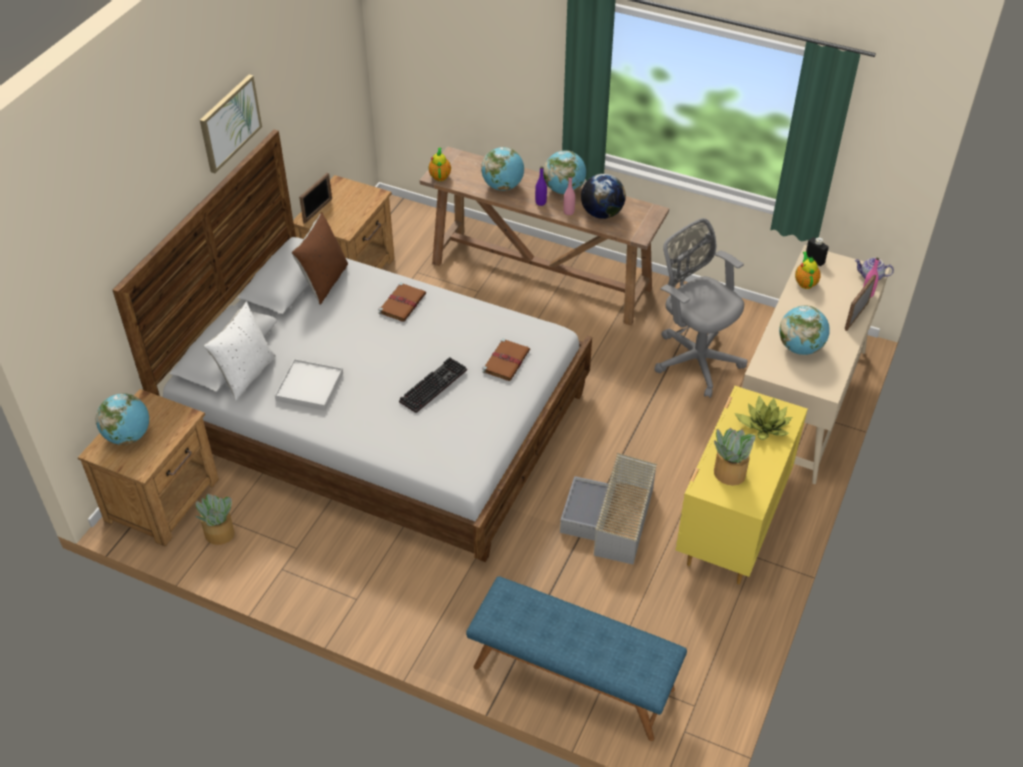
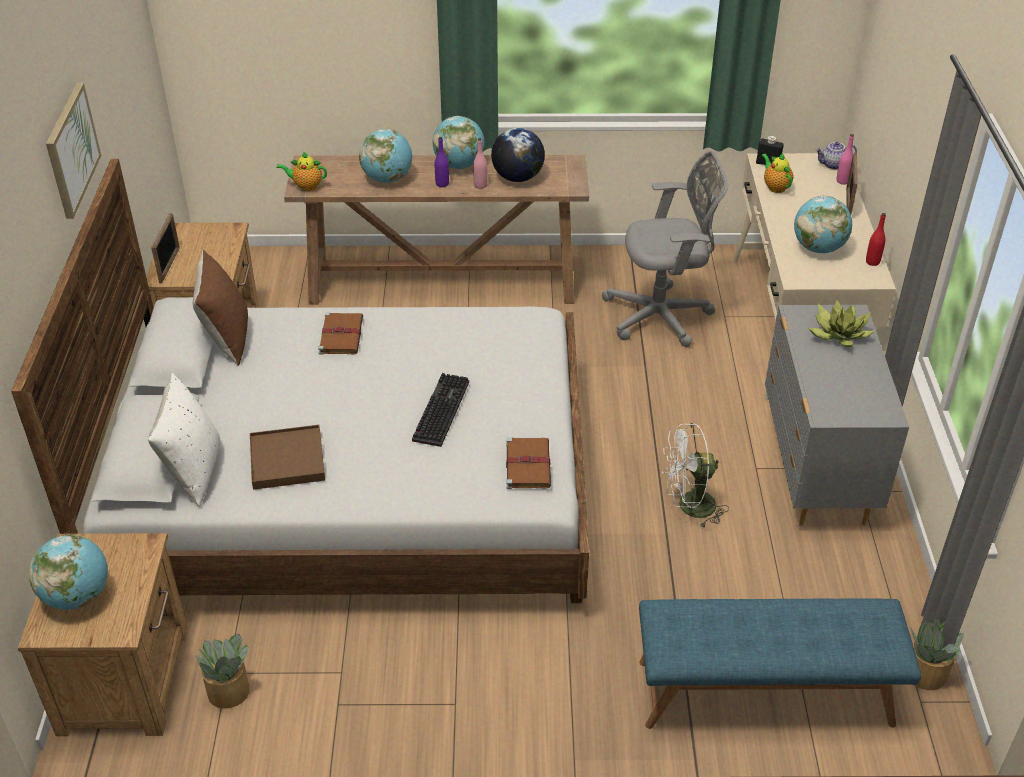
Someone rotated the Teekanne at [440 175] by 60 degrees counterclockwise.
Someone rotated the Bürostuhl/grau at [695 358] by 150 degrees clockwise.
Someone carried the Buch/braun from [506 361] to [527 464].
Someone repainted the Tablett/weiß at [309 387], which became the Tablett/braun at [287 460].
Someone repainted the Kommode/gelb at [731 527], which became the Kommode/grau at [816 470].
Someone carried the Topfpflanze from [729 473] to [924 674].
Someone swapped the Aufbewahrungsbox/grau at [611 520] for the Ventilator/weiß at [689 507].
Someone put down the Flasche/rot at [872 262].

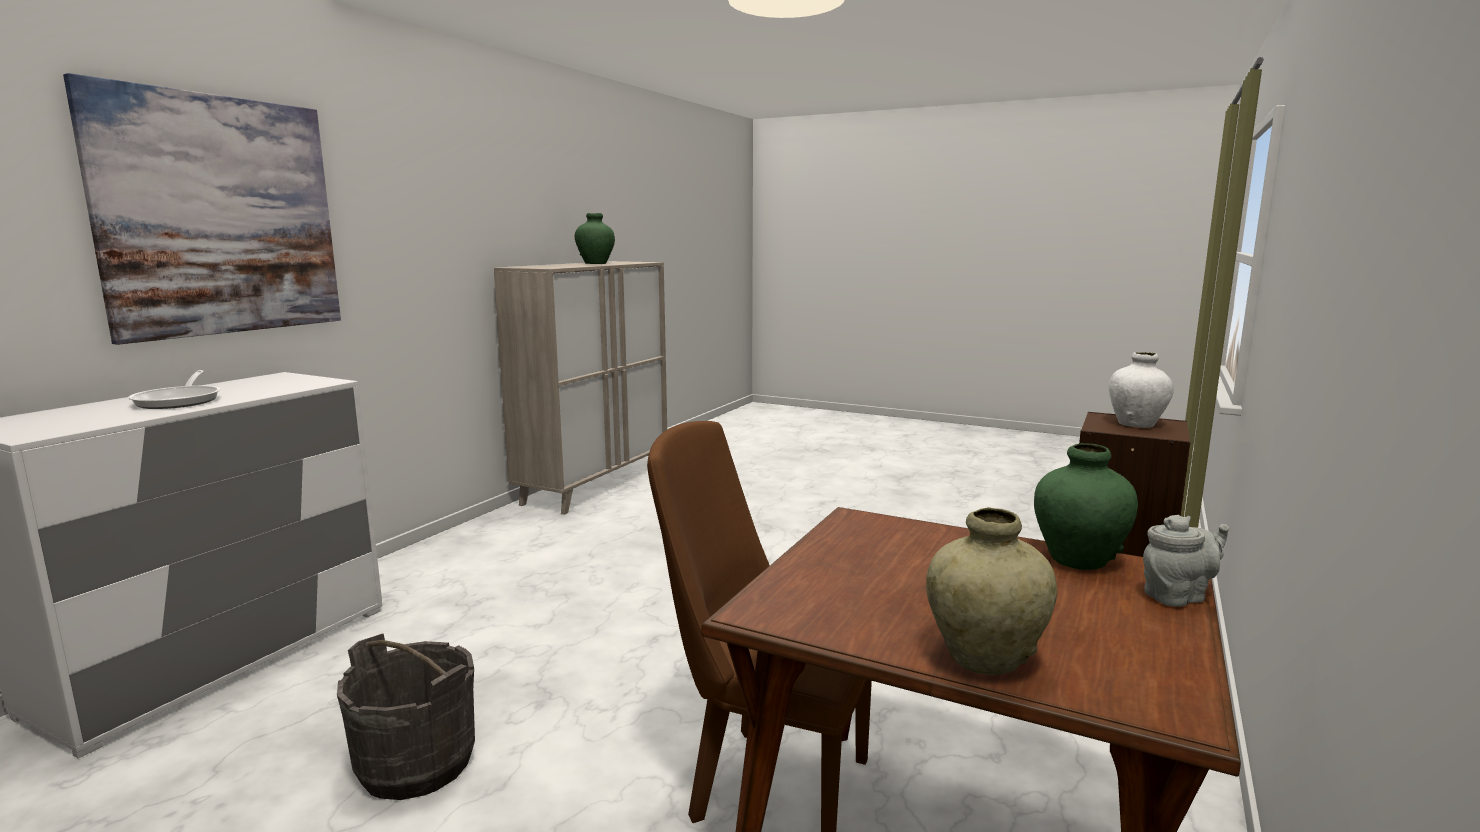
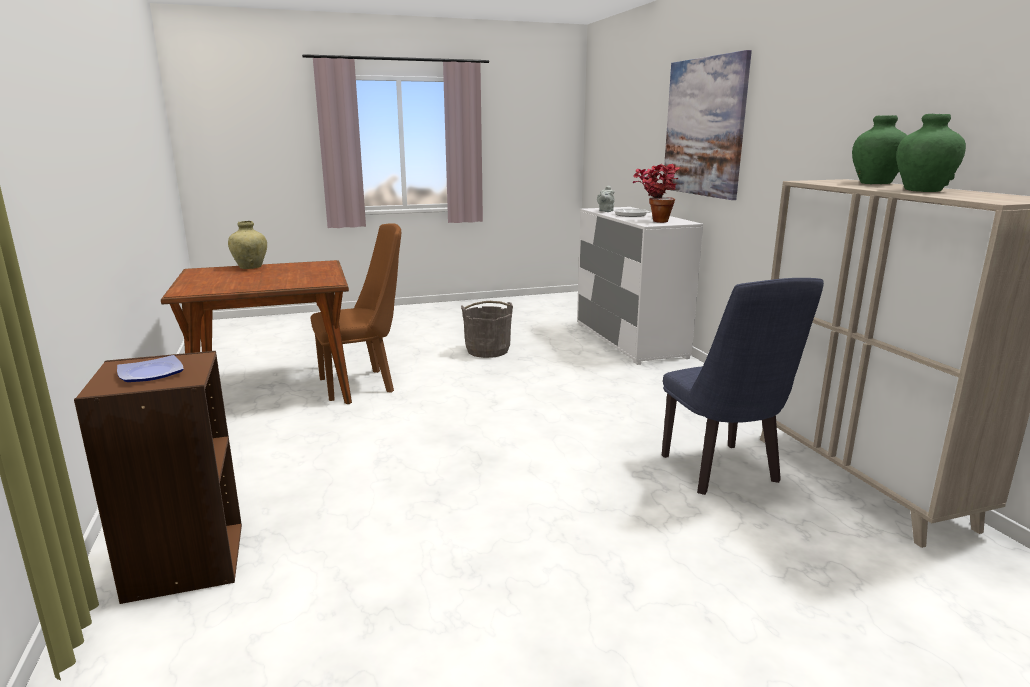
Someone swapped the Vase/weiß at [1136 425] for the Teller at [150 373].
Someone carried the Vase/grün from [1078 560] to [875 183].
Someone carried the Teekanne/grau from [1178 596] to [605 211].
Someone put down the Topfpflanze at [654 221].
Someone put down the Stuhl/blau at [724 473].

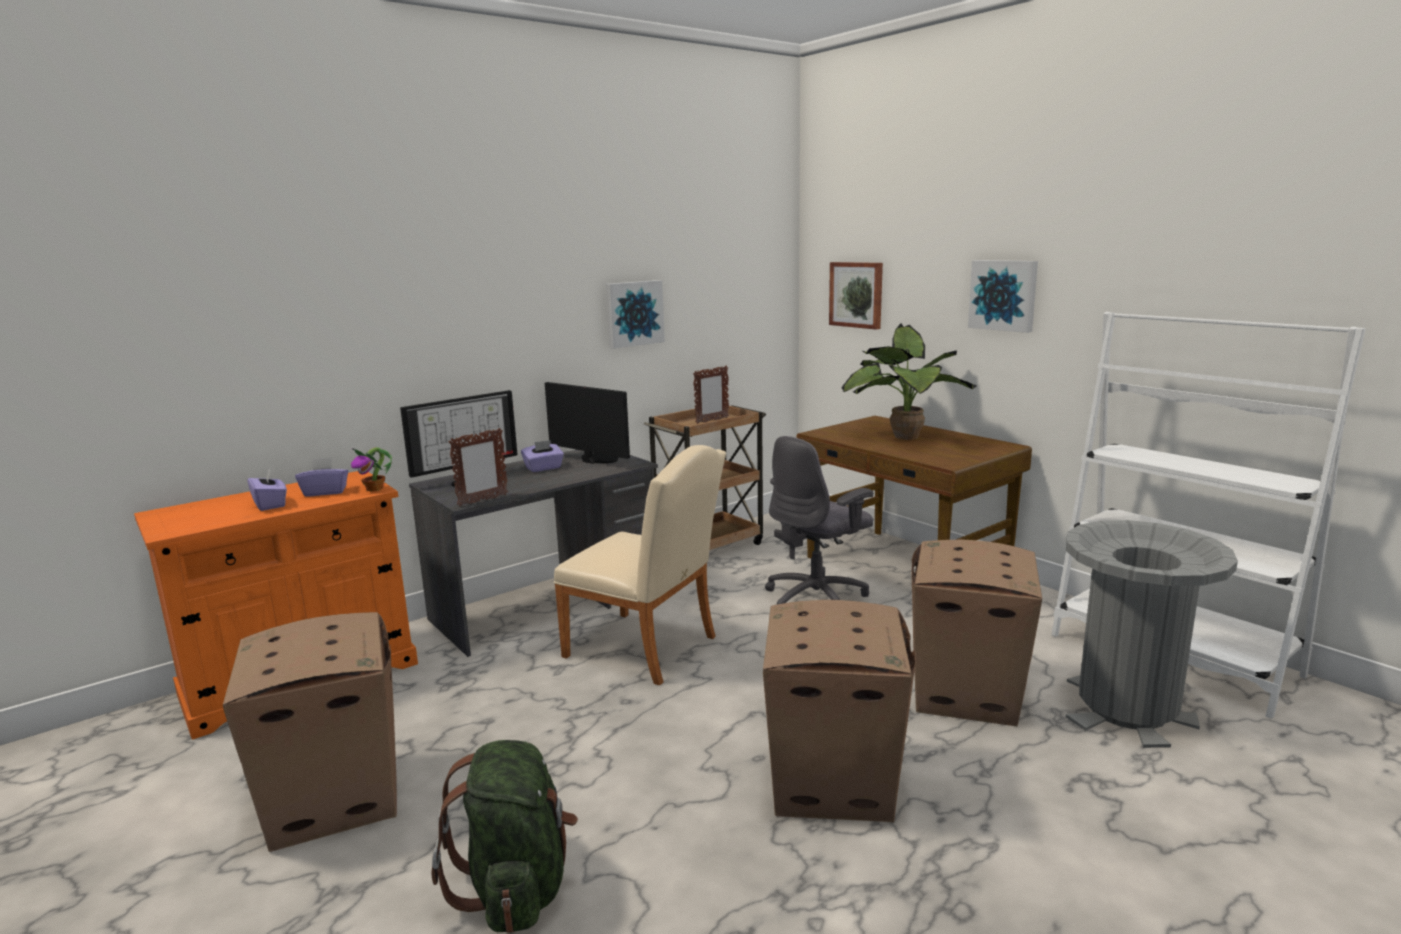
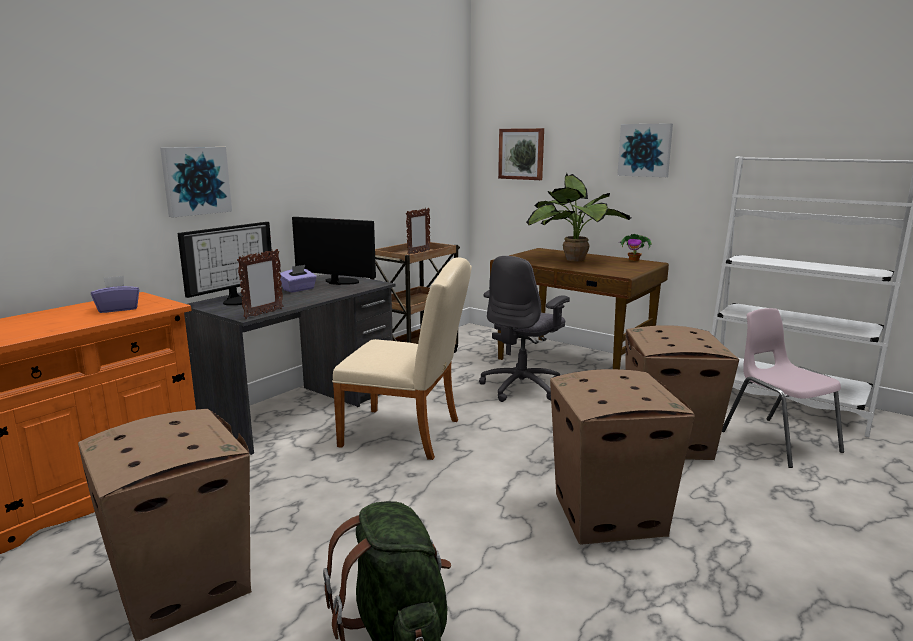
Someone carried the Bild from [633 313] to [195 180].
Someone carried the Topfpflanze from [375 489] to [634 260].
Someone took away the Taschentuchbox/lila at [270 504].
Someone swapped the Mülleimer/grau at [1126 709] for the Stuhl/rosa at [778 441].

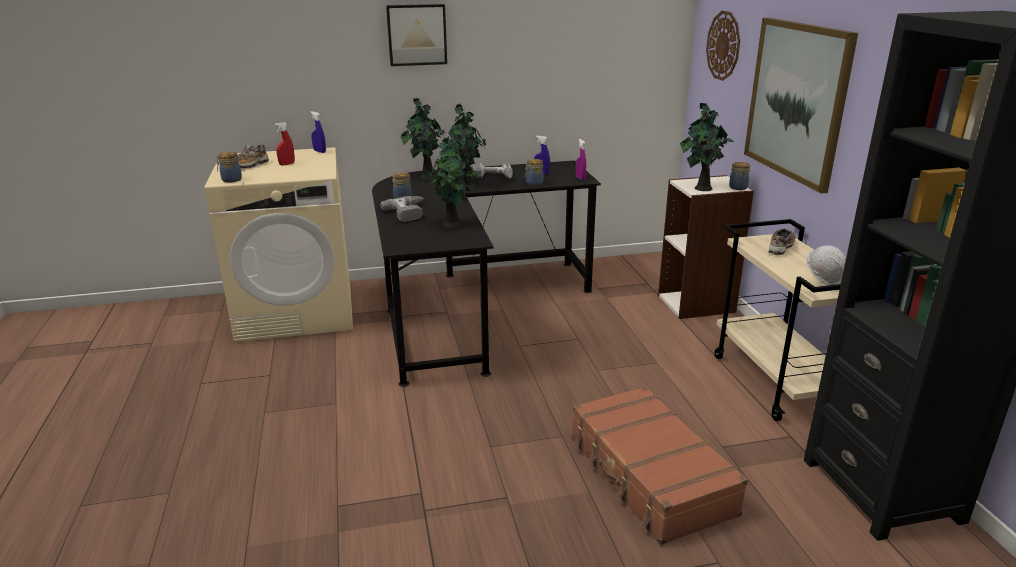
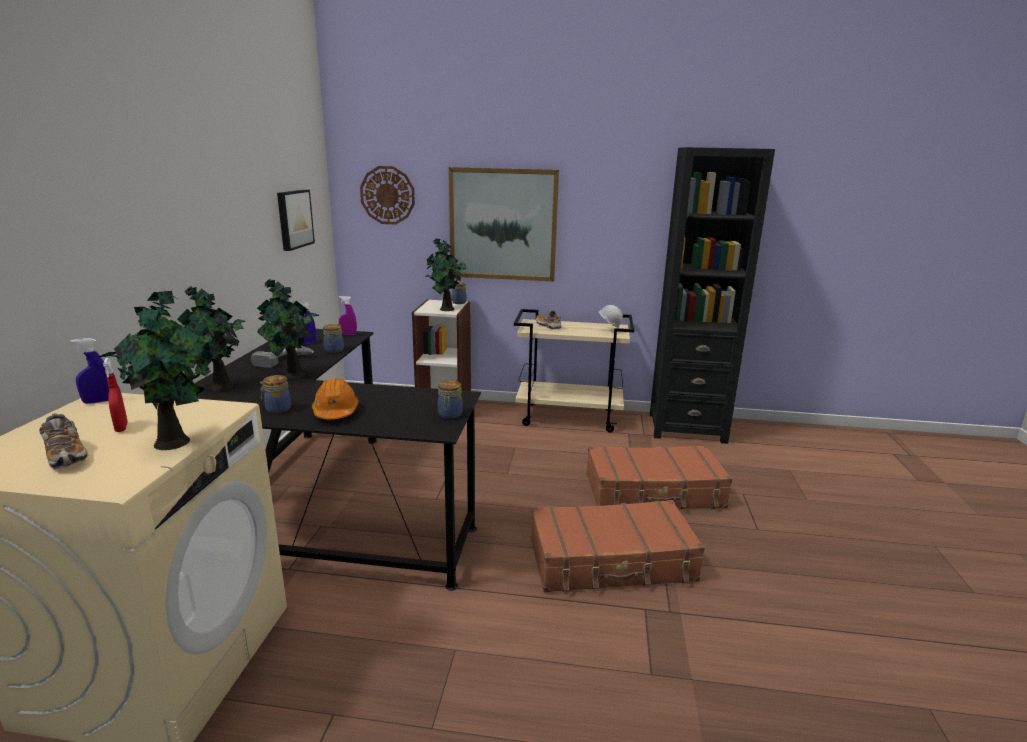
Someone carried the Bild from [416 34] to [293 219].
Someone carried the Topfpflanze from [453 224] to [175 441].
Someone carried the Vorratsglas from [230 180] to [449 415].
Someone swapped the Bohrmaschine at [409 212] for the Schutzhelm/orange at [336 412].
Someone put down the Koffer/braun at [611 561].

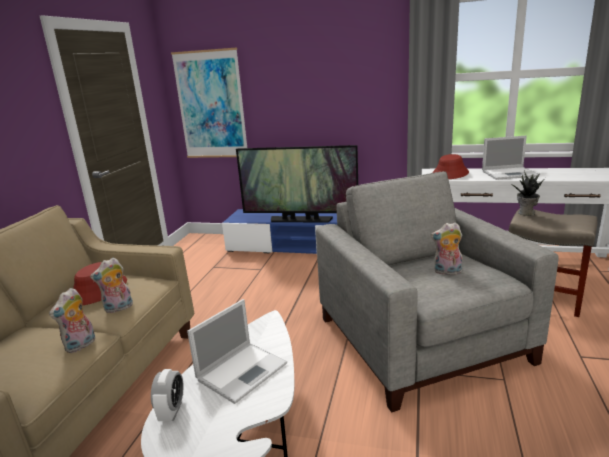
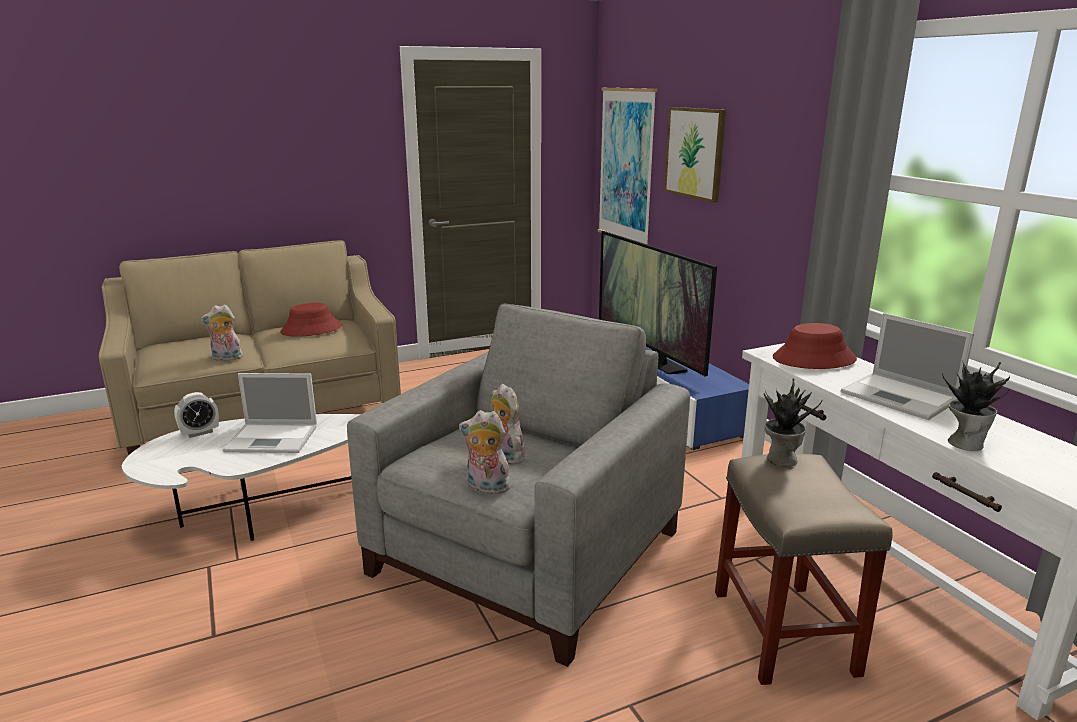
Someone carried the Plüschtier from [118 308] to [486 488].
Someone put up the Bild at [695 153].
Someone put down the Topfpflanze at [964 443].

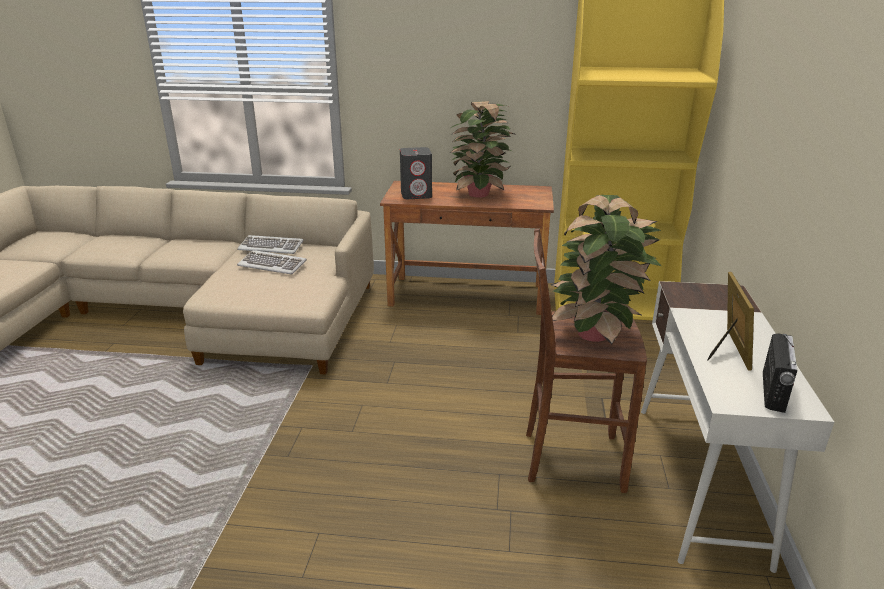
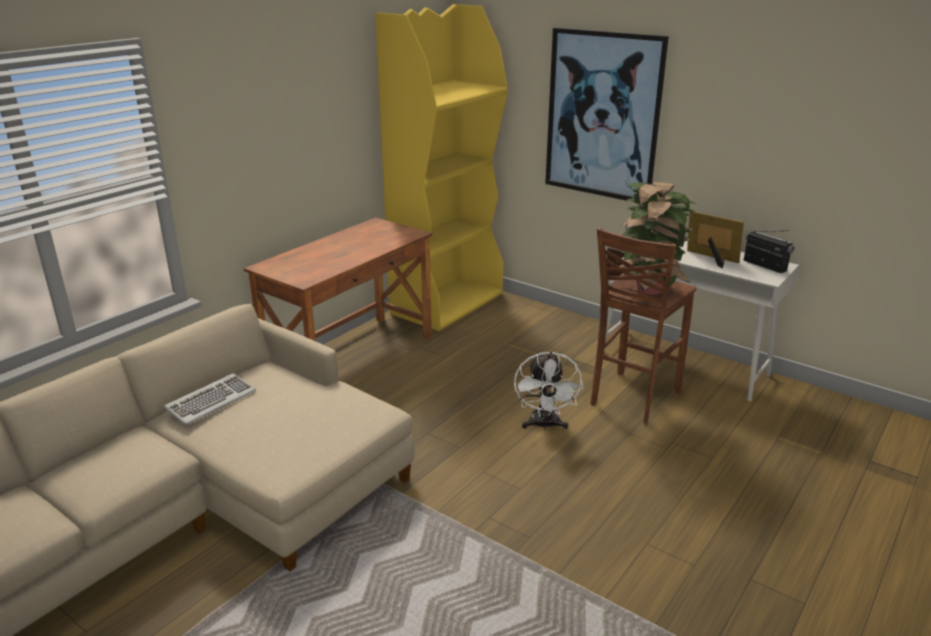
Someone took away the Topfpflanze at [480 195].
Someone took away the Lautsprecher/grau at [416 195].
Someone took away the Tastatur at [272 265].
Someone put up the Bild at [602 116].
Someone put down the Ventilator/weiß at [544 425].

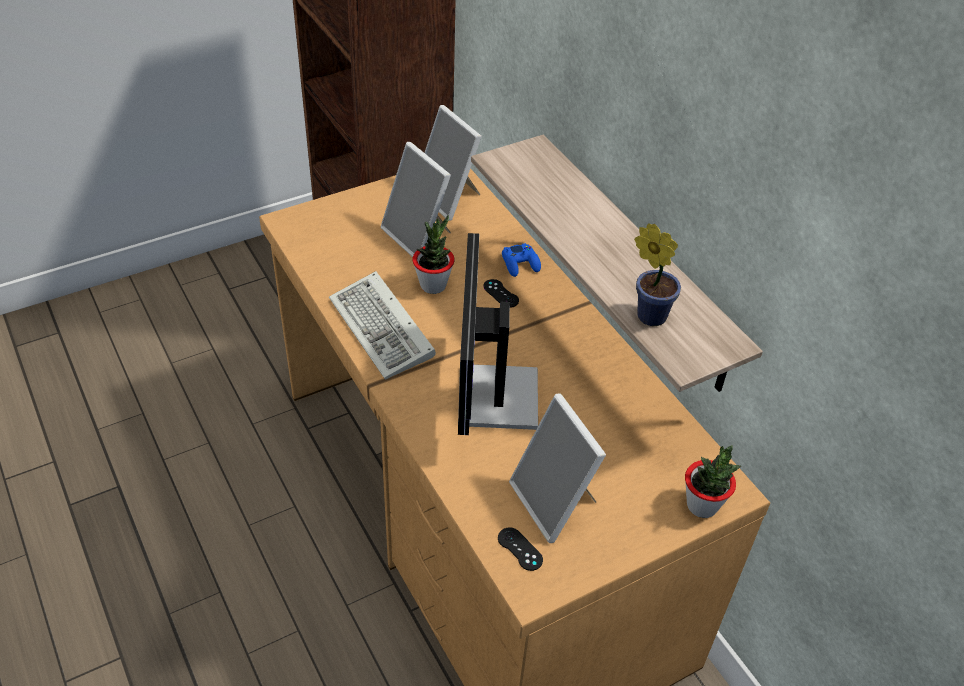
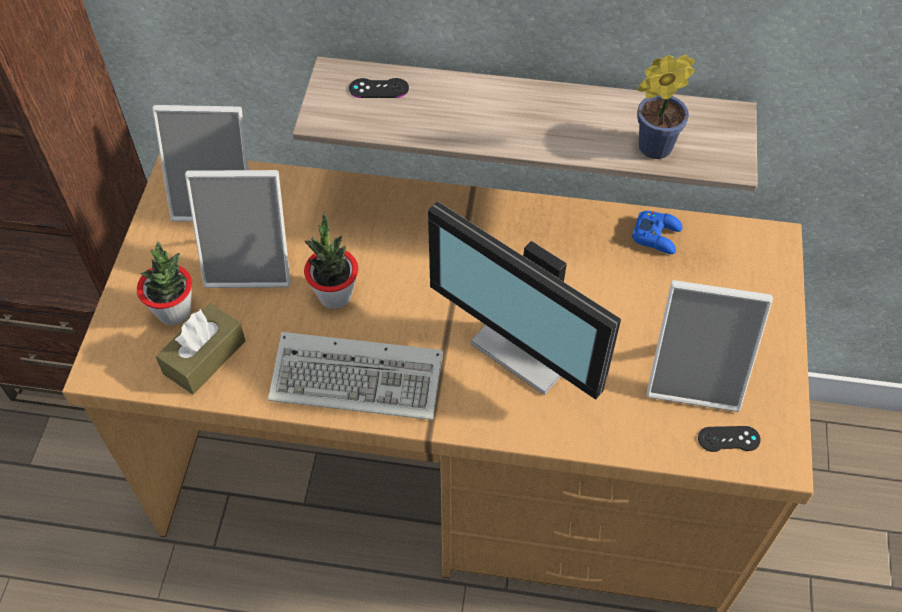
Someone carried the Gamepad/blau from [520 264] to [657 235].
Someone carried the Gamepad/schwarz from [501 293] to [379 88].
Someone carried the Topfpflanze from [702 505] to [174 311].
Someone put down the Taschentuchbox/braun at [204 357].

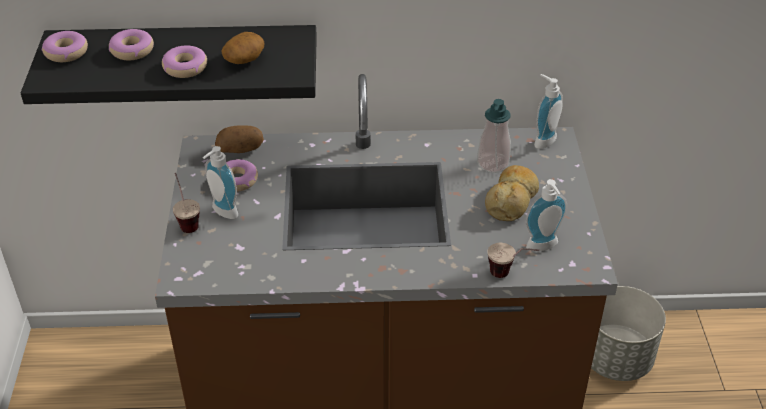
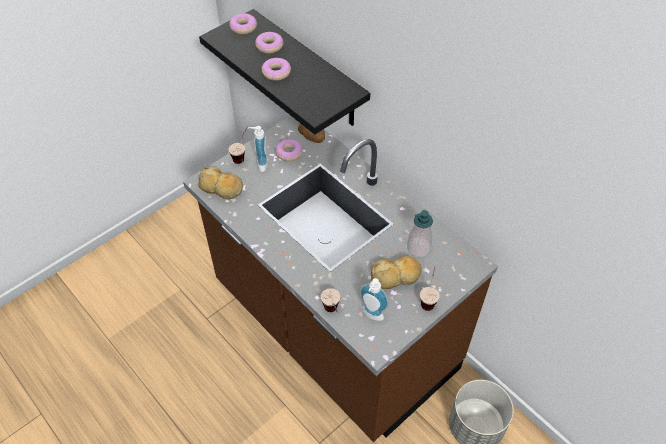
Someone took away the Kartoffel at [244 59].
Someone took away the Seifenspender at [542 139].
Someone put down the Brot at [221 188].
Someone put down the Tasse at [428 298].

